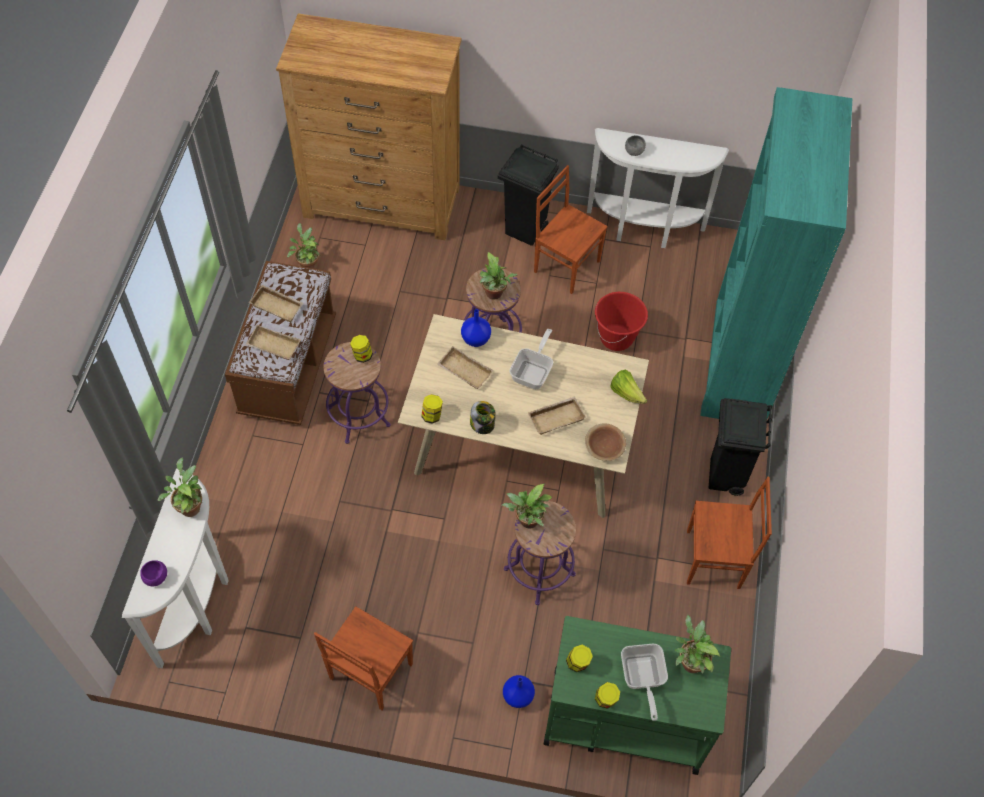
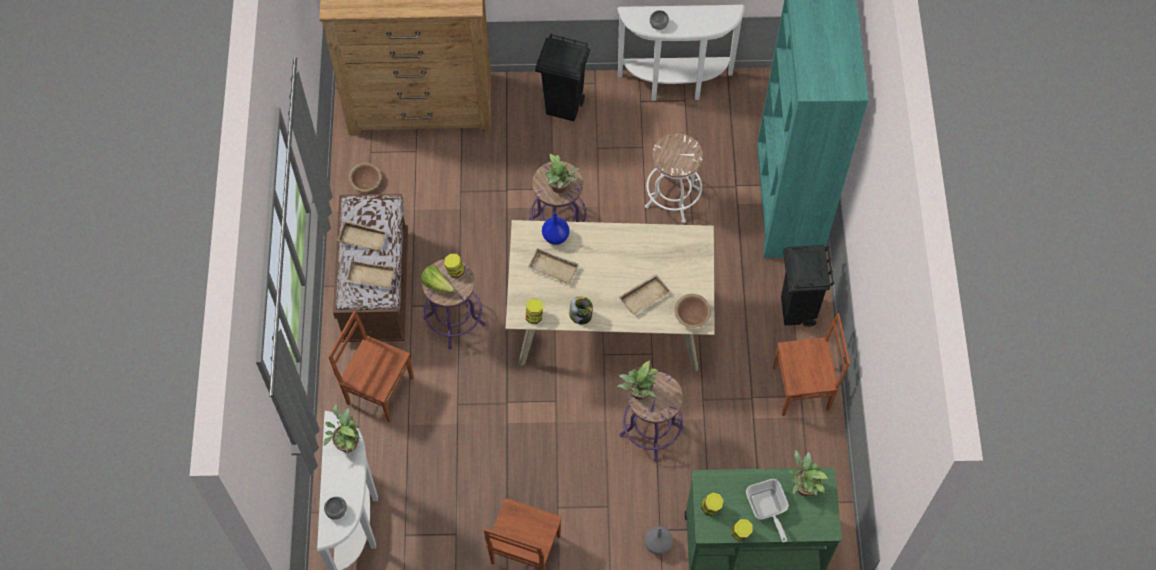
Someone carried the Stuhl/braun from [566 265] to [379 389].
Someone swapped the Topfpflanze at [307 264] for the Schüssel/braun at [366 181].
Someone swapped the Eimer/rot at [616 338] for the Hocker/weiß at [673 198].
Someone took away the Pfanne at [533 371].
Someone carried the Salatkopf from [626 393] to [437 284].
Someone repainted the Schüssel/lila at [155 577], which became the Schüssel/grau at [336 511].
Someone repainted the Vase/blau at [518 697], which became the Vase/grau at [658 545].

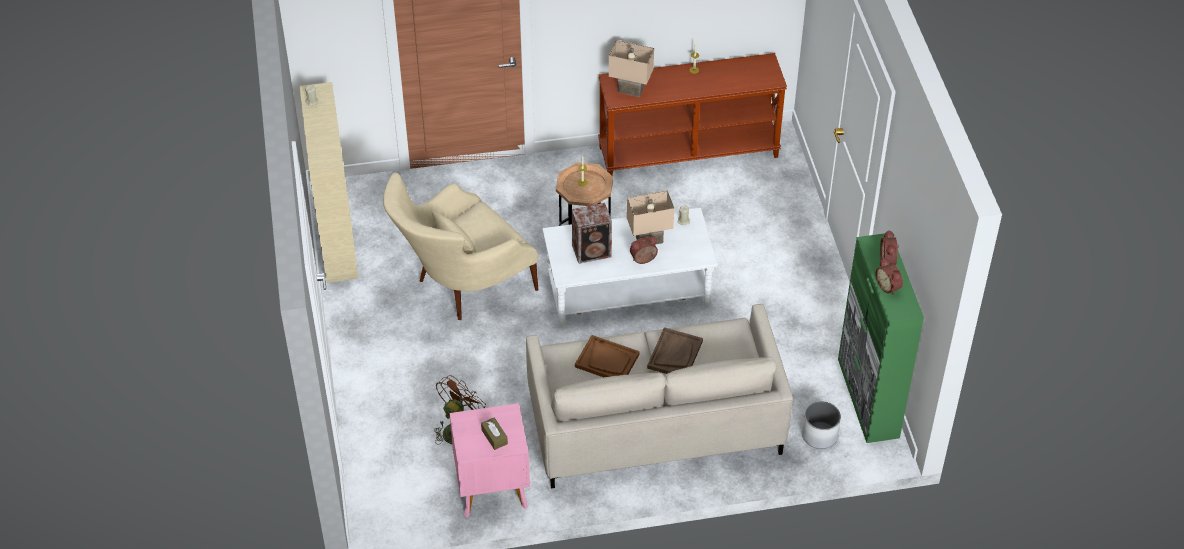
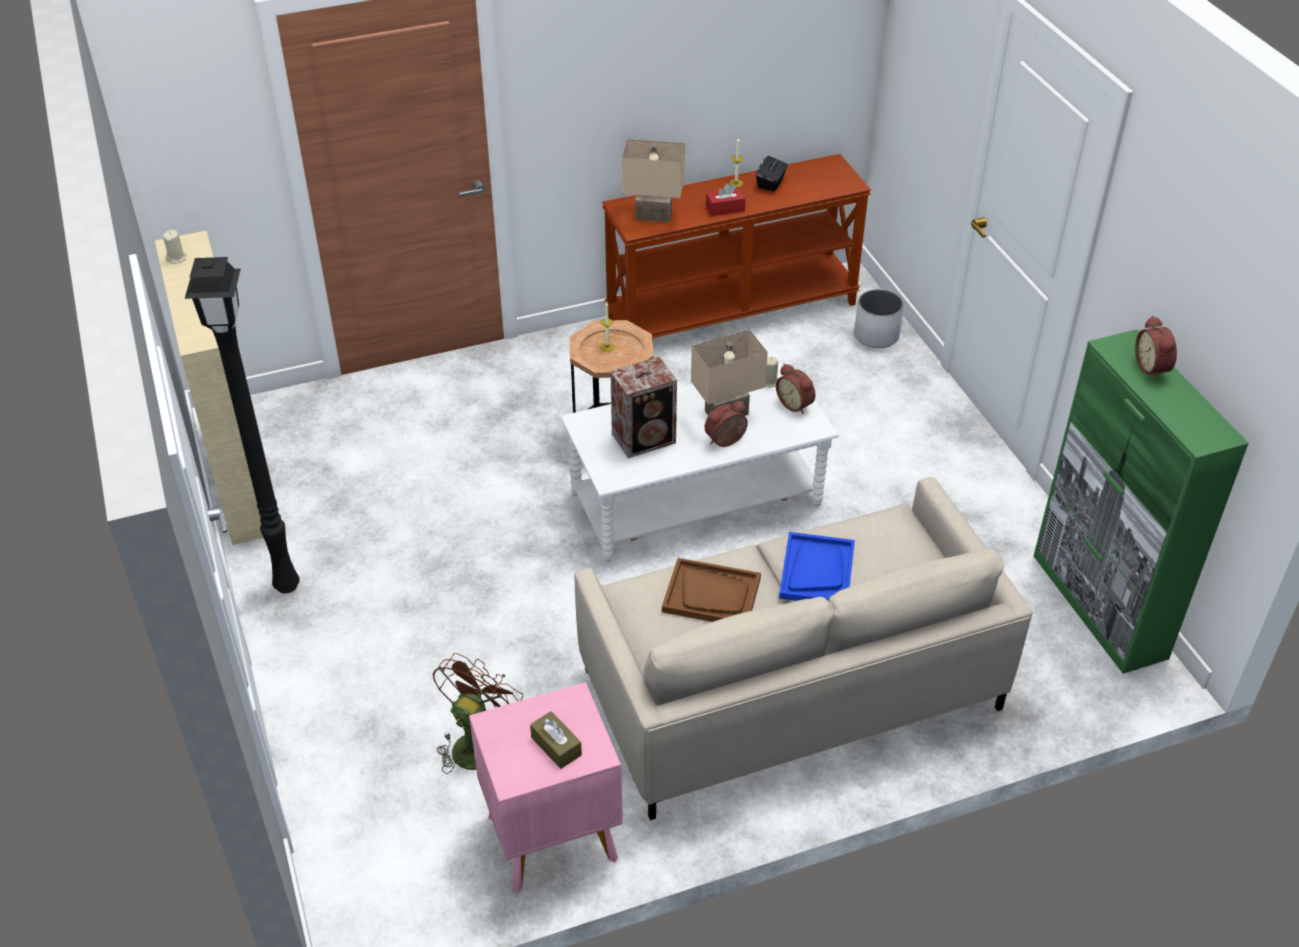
Someone took away the Sessel/beige at [461 287].
Someone carried the Wecker from [889 286] to [796 404].
Someone repainted the Tablett/braun at [675 354], which became the Tablett/blau at [817 571].
Someone carried the Pflanzkübel/weiß from [819 435] to [876 336].
Someone put down the Taschentuchbox/schwarz at [771 183].
Someone put down the Taschentuchbox/rot at [725 208].
Someone put down the Stehlampe/schwarz at [285 584].

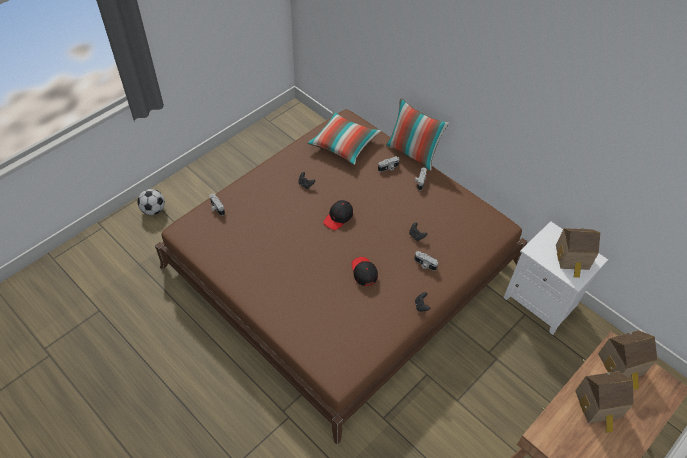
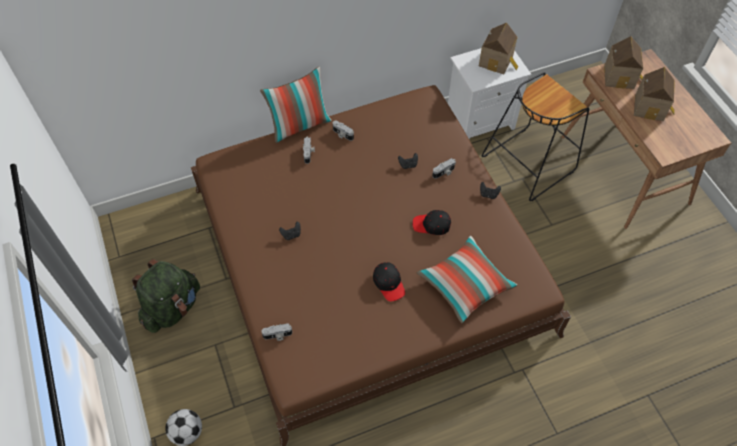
Someone carried the Kissen from [343 144] to [465 285].
Someone carried the Kappe/schwarz from [338 217] to [389 283].
Someone put down the Hocker/schwarz at [528 162].
Someone put down the Rucksack/grün at [172 308].

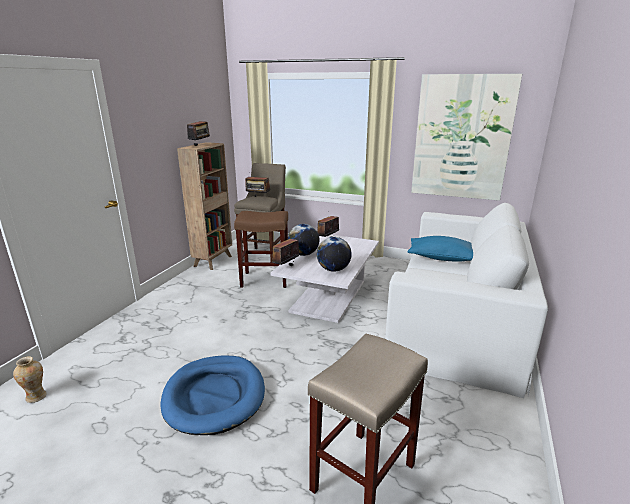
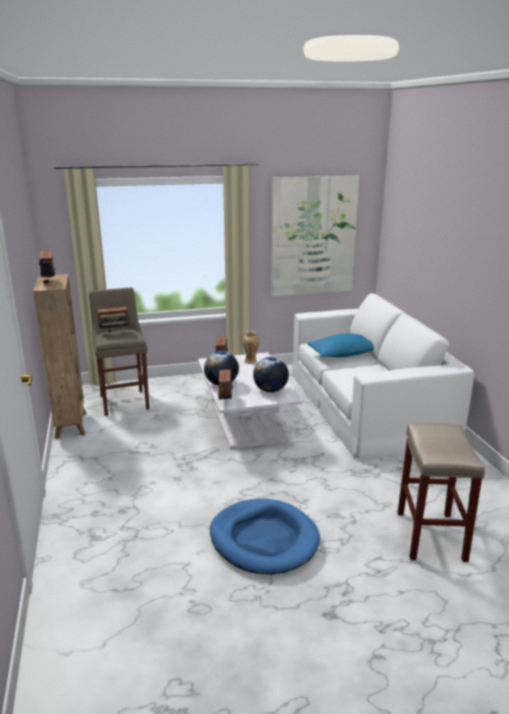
Someone took away the Hocker/braun at [266 279].
Someone carried the Vase from [36 397] to [251 361].

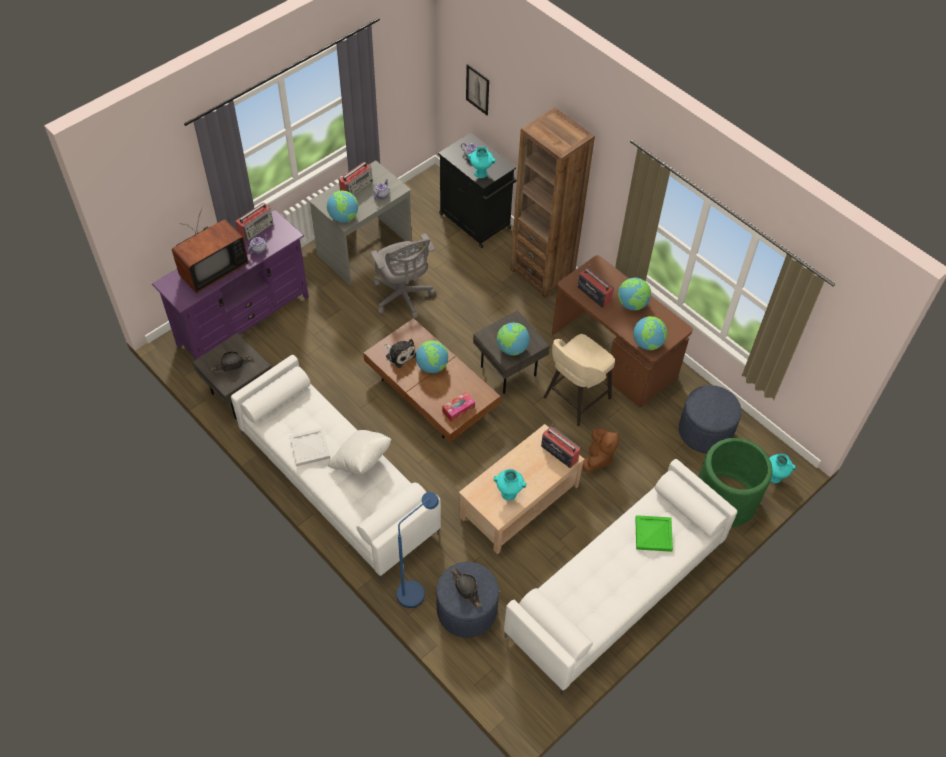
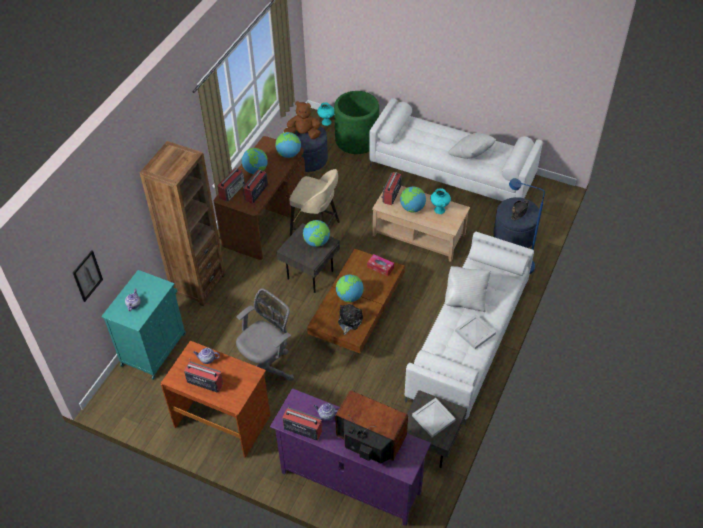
Someone repainted the Schrank/schwarz at [476 222], which became the Schrank/türkis at [154 348].
Someone took away the Vase/türkis at [481 173].
Someone repainted the Schreibtisch/grau at [365 250], which became the Schreibtisch/braun at [223 420].
Someone carried the Globus from [343 217] to [412 208].
Someone swapped the Hut/schwarz at [232 364] for the Tablett/weiß at [433 417].
Someone carried the Plüschtier/braun from [597 458] to [303 134].
Someone took away the Tablett/grün at [652 534].
Someone put down the Kissen/weiß at [471 155].
Someone put down the Radio at [232 190].

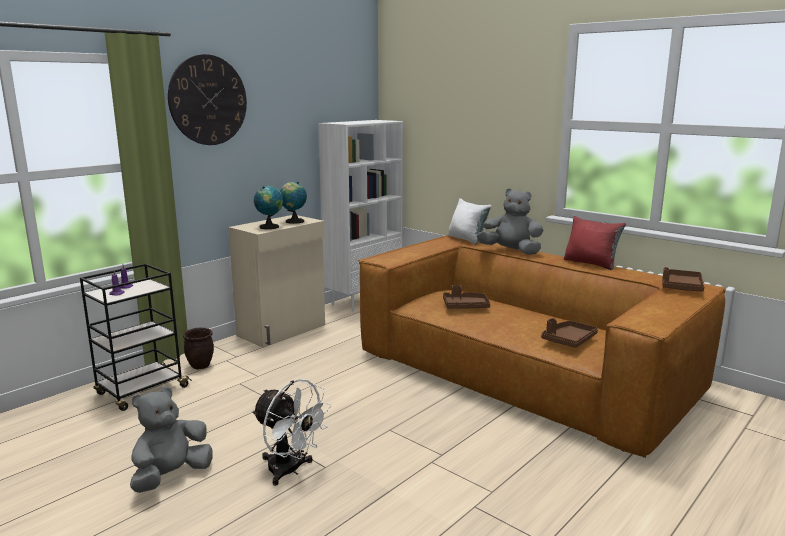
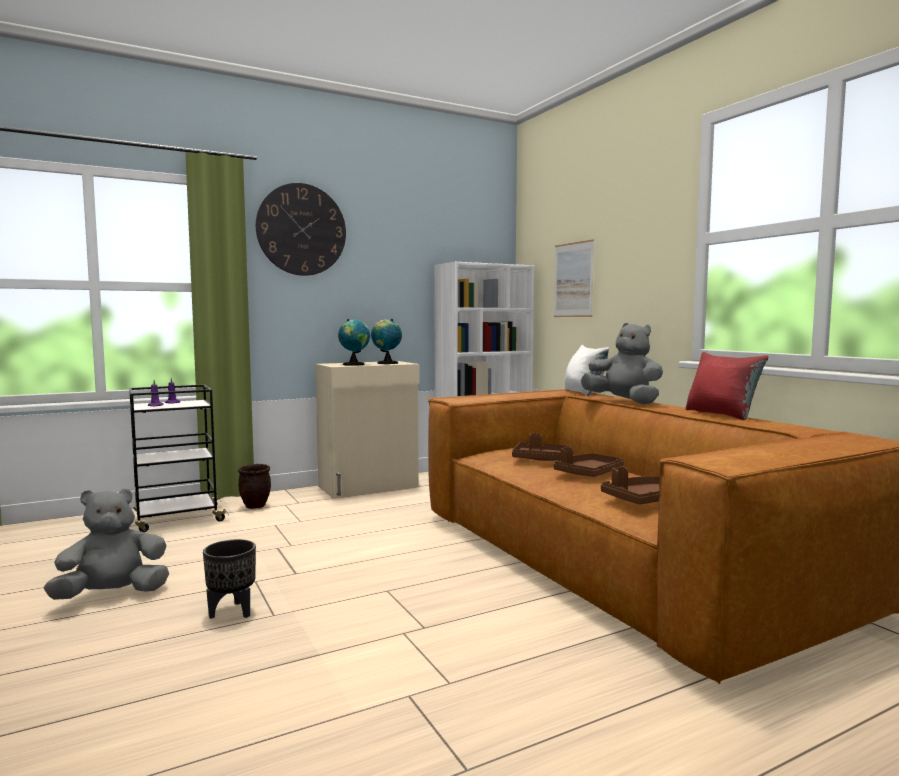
Someone carried the Tablett/braun from [681 287] to [588 473].
Someone swapped the Ventilator/weiß at [290 471] for the Pflanzkübel/schwarz at [232 612].
Someone put up the Bild at [573 280].

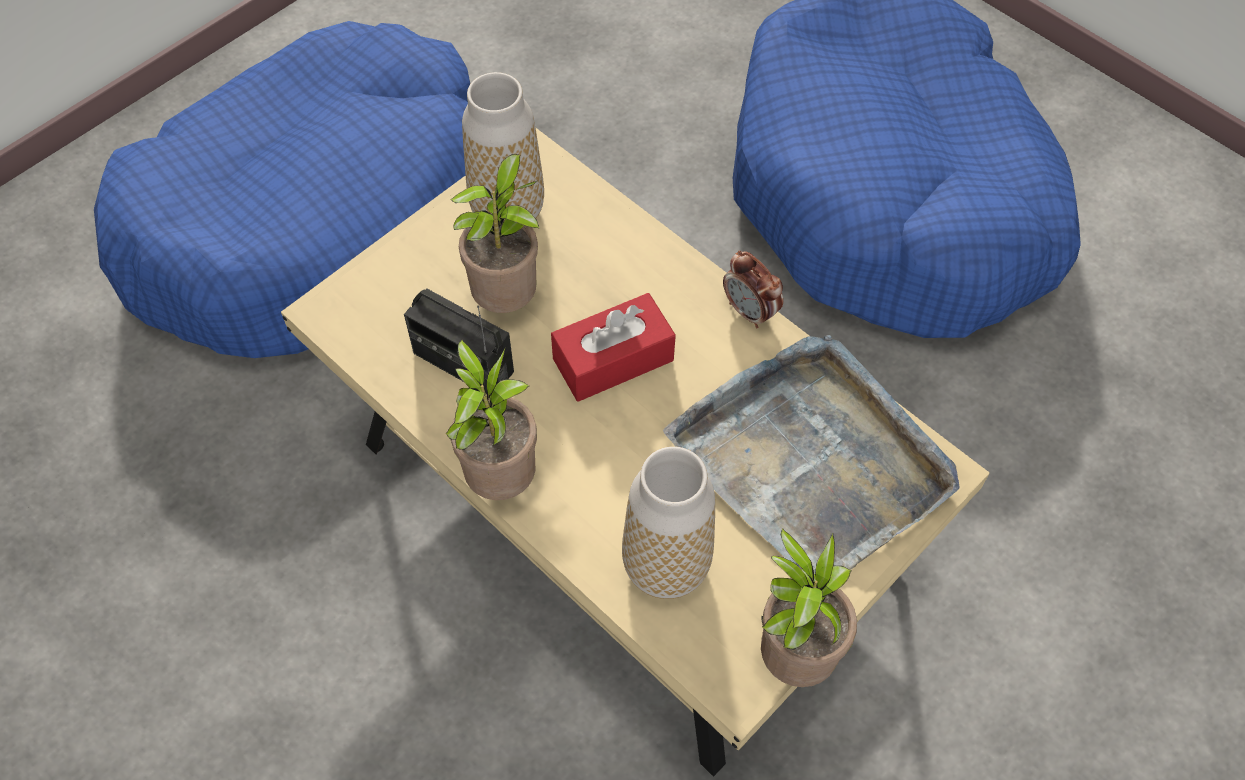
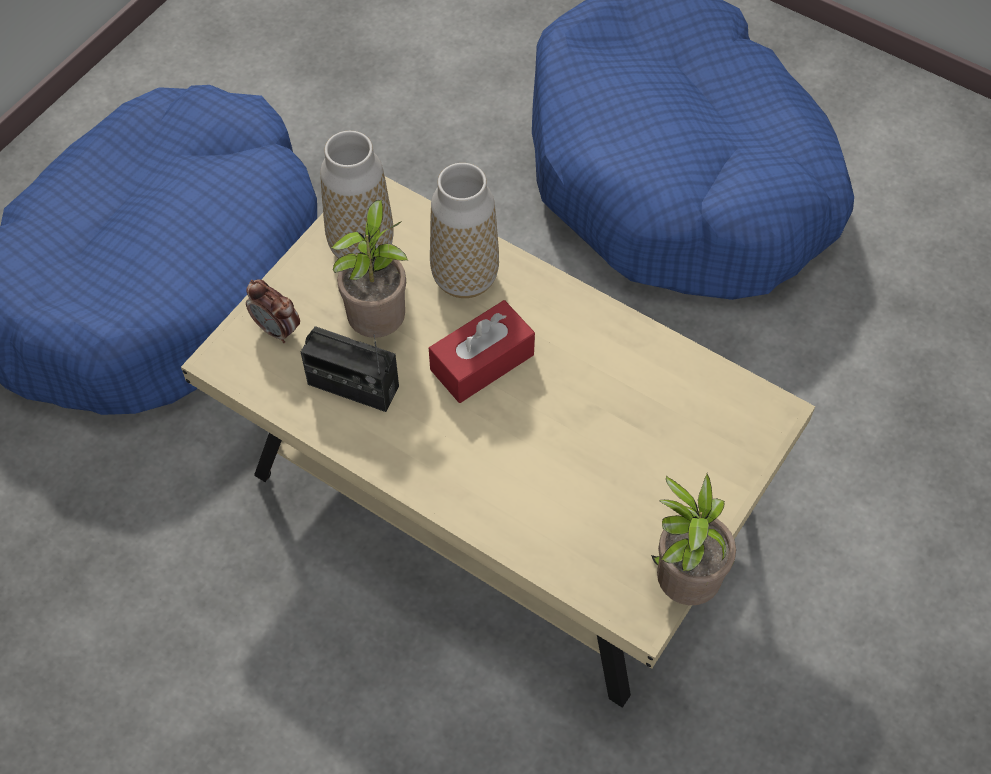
Someone carried the Wecker from [750 312] to [277 329].
Someone took away the Tablett/grau at [812 461].
Someone took away the Topfpflanze at [500 478].
Someone carried the Vase from [666 566] to [465 278].

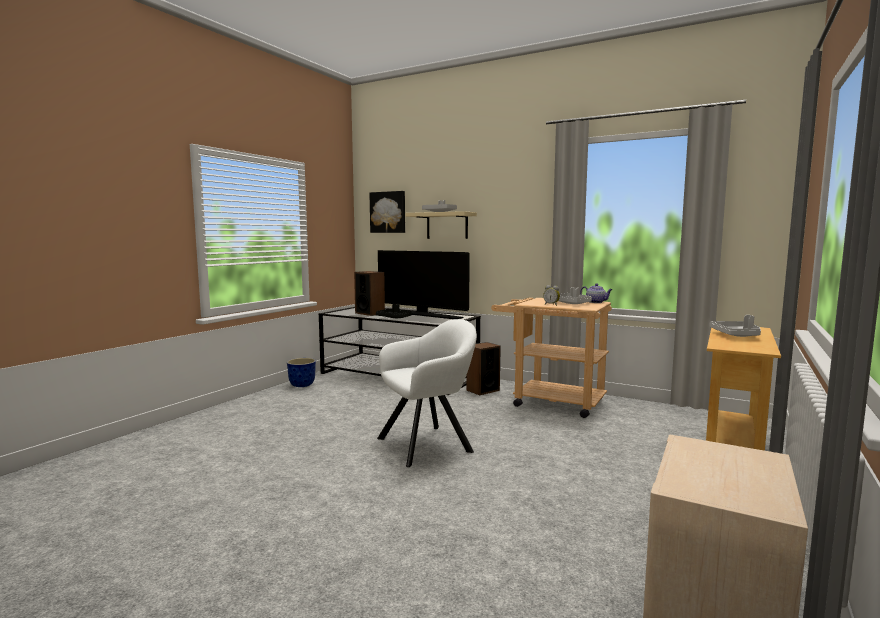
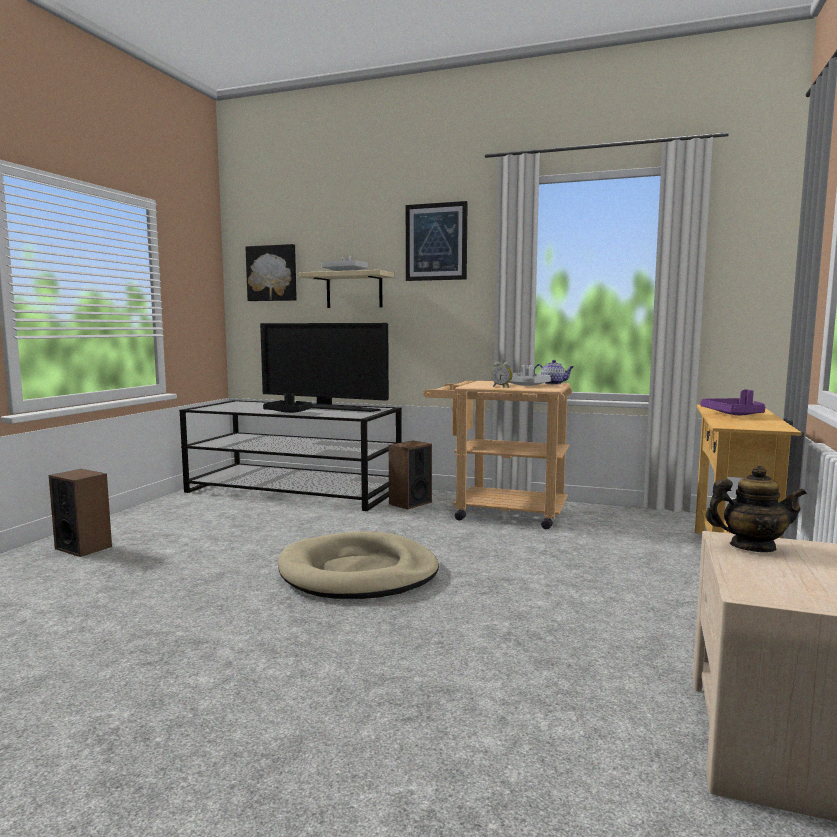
Someone carried the Lautsprecher from [370 313] to [83 547].
Someone repainted the Tablett/grau at [736 335], which became the Tablett/lila at [734 414].
Someone swapped the Sessel/weiß at [429 444] for the Hundebett/beige at [358 573].
Someone took away the Pflanzkübel at [302 385].
Someone put up the Bild at [436 242].
Someone put down the Teekanne at [752 547].

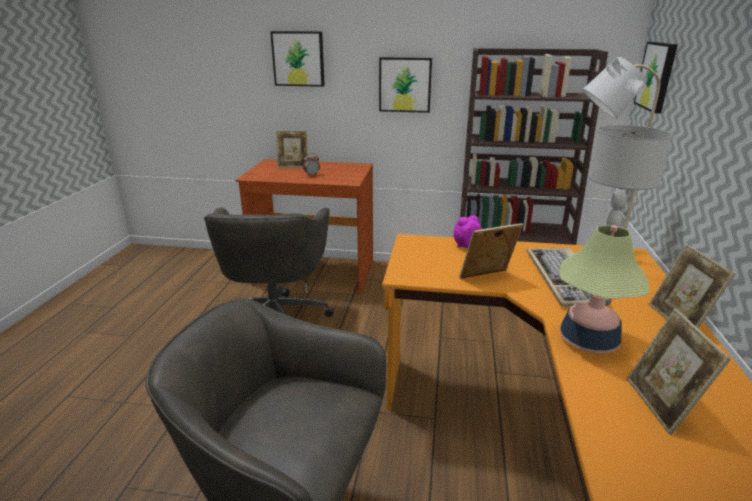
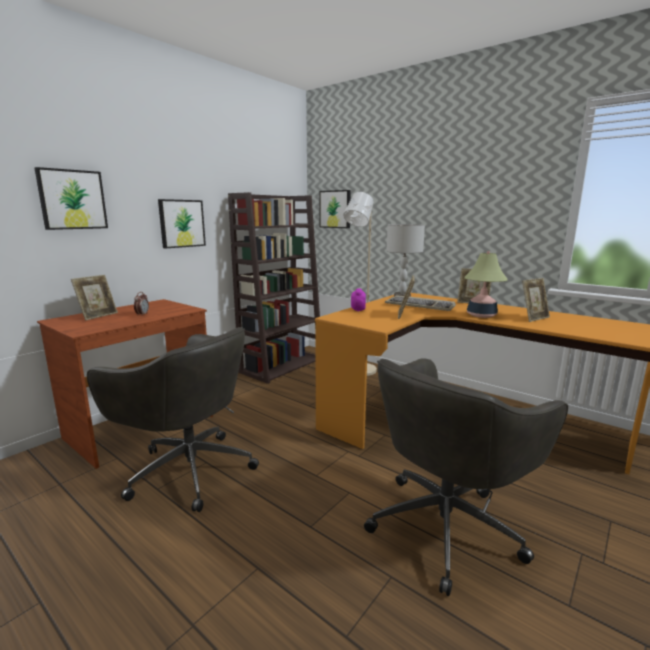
Someone rotated the Bilderrahmen at [661 405] by 60 degrees counterclockwise.

